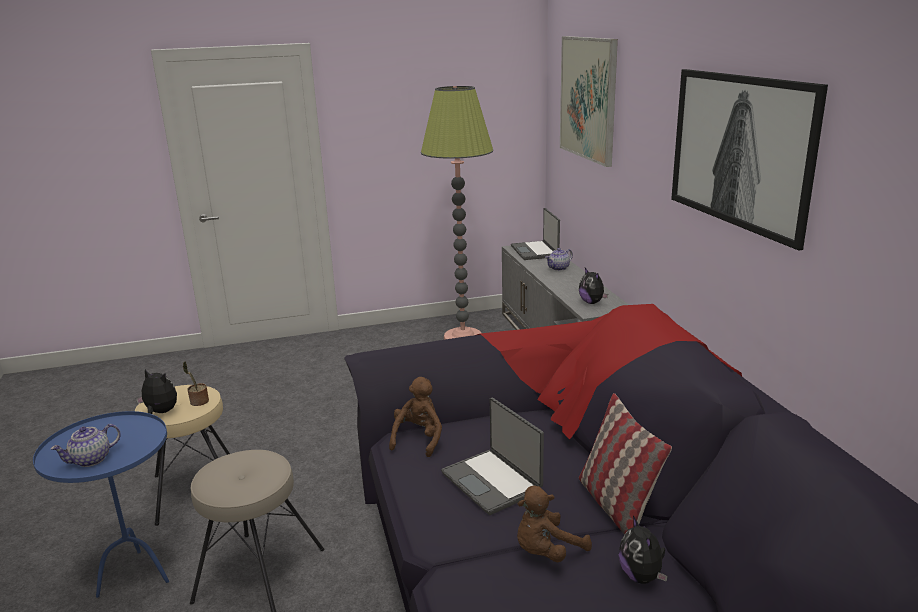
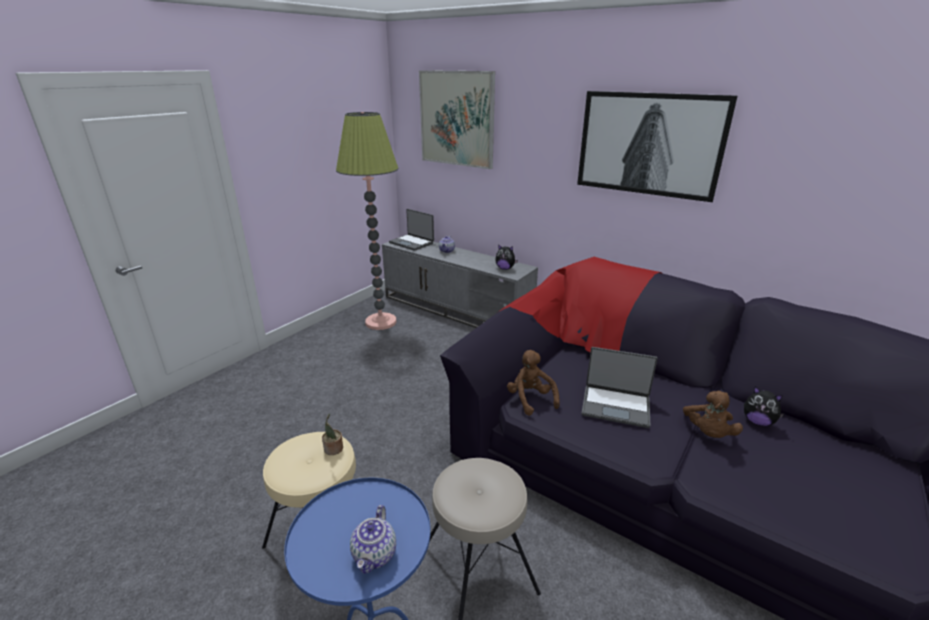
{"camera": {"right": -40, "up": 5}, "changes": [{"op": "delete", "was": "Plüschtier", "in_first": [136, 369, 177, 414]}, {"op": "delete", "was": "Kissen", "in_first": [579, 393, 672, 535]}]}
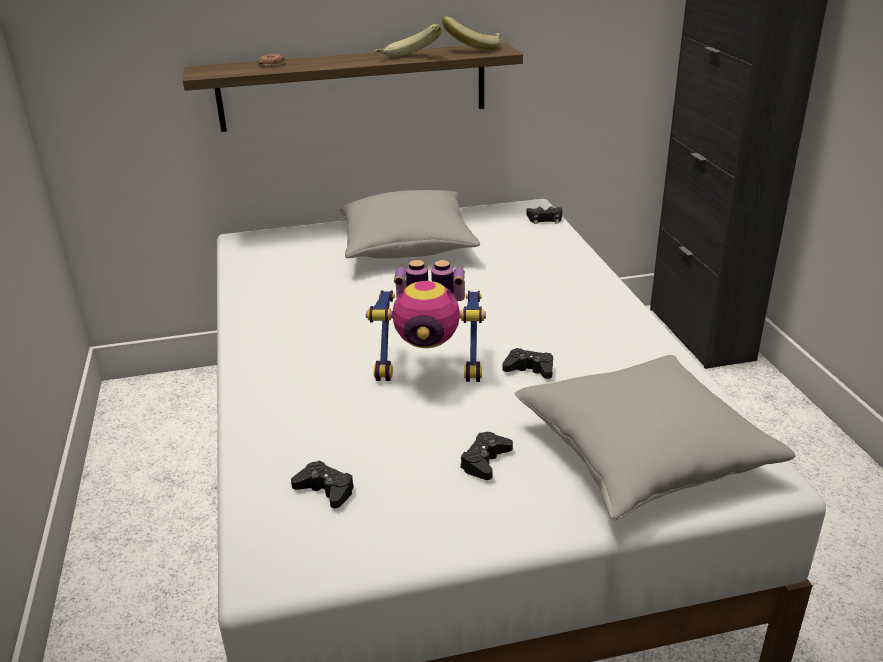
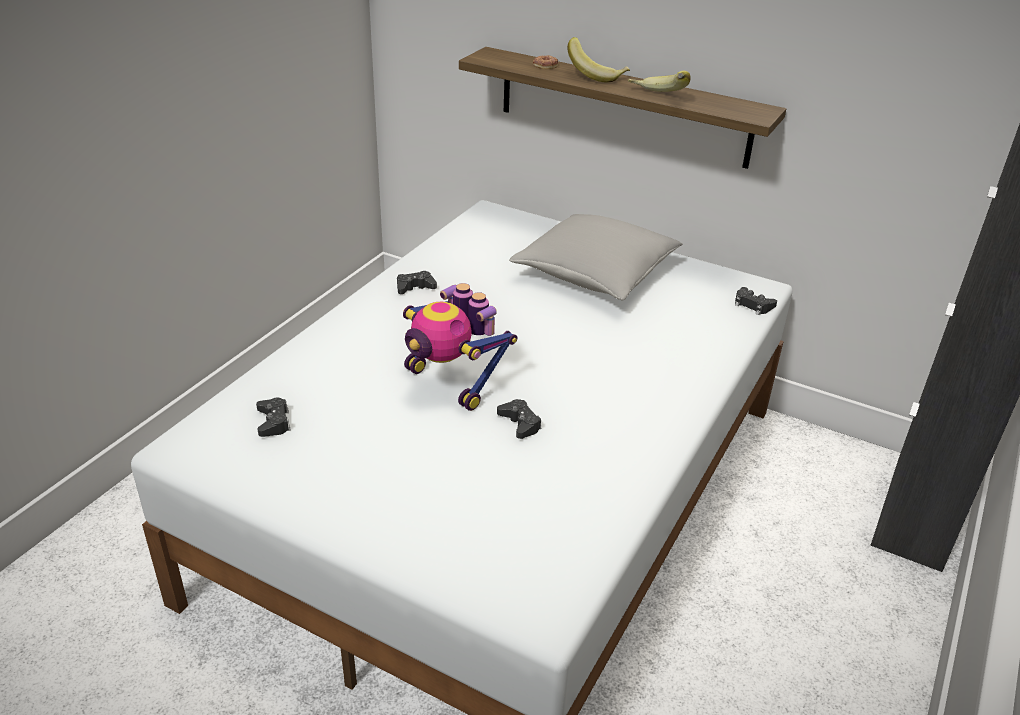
{"camera": {"right": 40, "up": 5}, "changes": [{"op": "delete", "was": "Kissen/grau", "in_first": [514, 355, 796, 520]}, {"op": "move", "was": "Banane", "in_first": [442, 16, 501, 51], "in_second": [567, 37, 630, 83]}, {"op": "move", "was": "Gamepad/schwarz", "in_first": [460, 432, 513, 480], "in_second": [397, 271, 437, 294]}]}
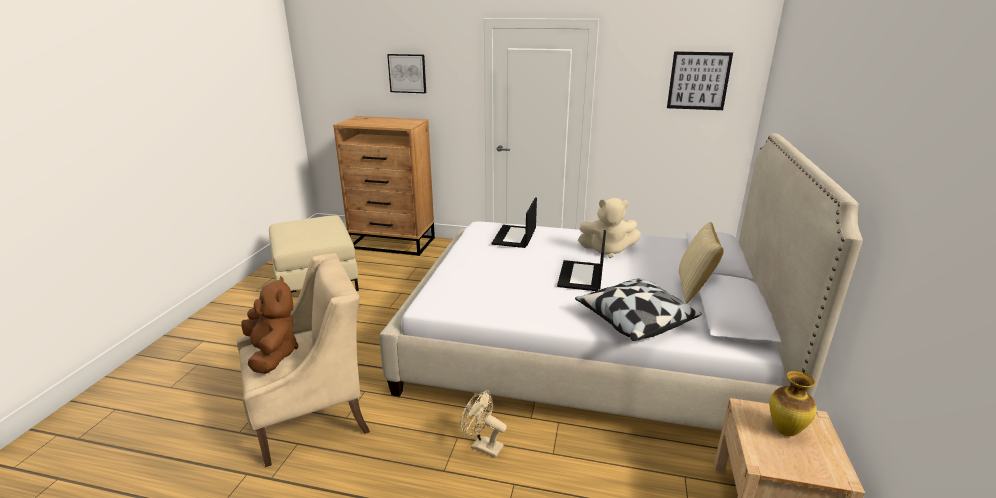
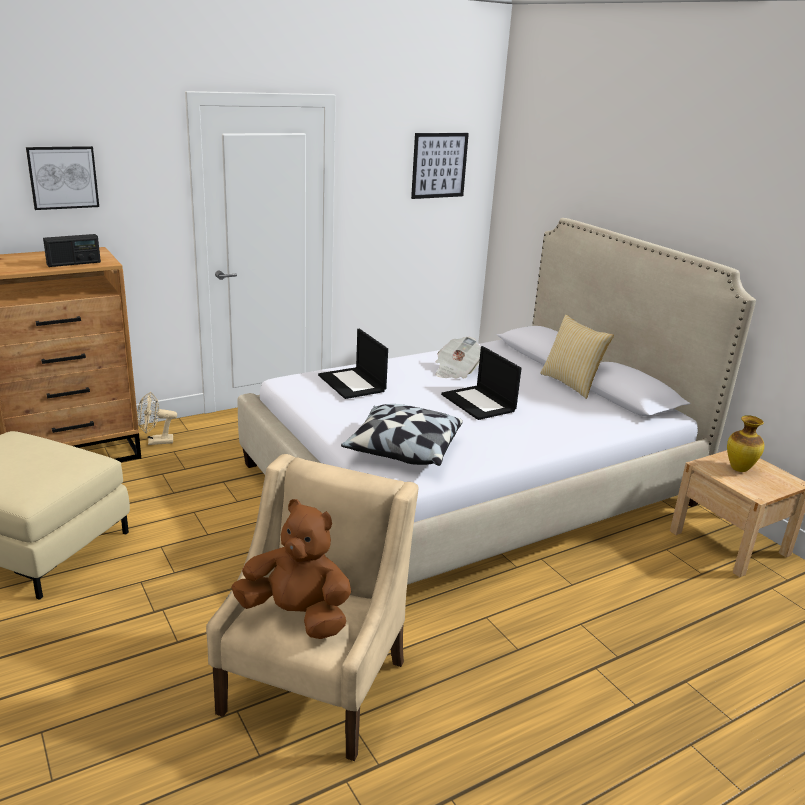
{"camera": {"right": -45, "up": 0}, "changes": [{"op": "insert", "now": "Radio", "in_second": [43, 234, 101, 267]}, {"op": "move", "was": "Ventilator/beige", "in_first": [460, 390, 507, 458], "in_second": [137, 392, 177, 445]}, {"op": "move", "was": "Kissen", "in_first": [575, 279, 702, 341], "in_second": [341, 404, 463, 466]}, {"op": "replace", "was": "Plüschtier/beige", "now": "Zeitung", "in_first": [578, 198, 641, 258], "in_second": [436, 337, 481, 379]}]}
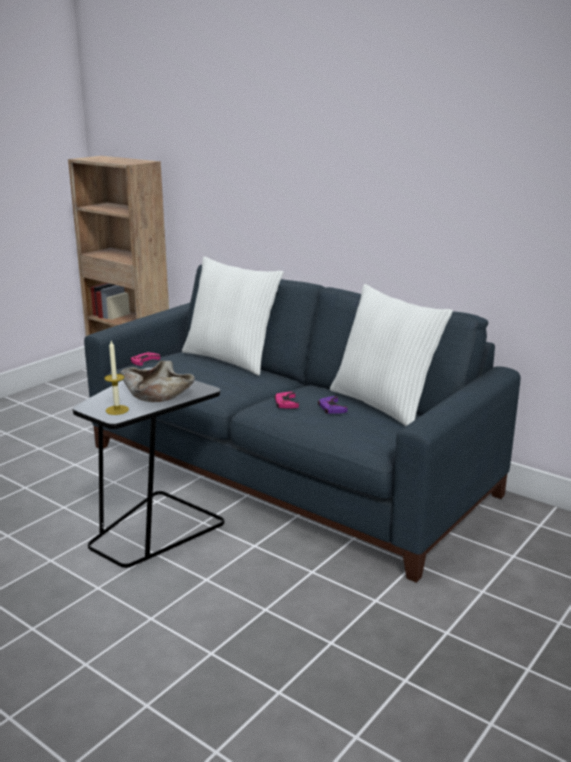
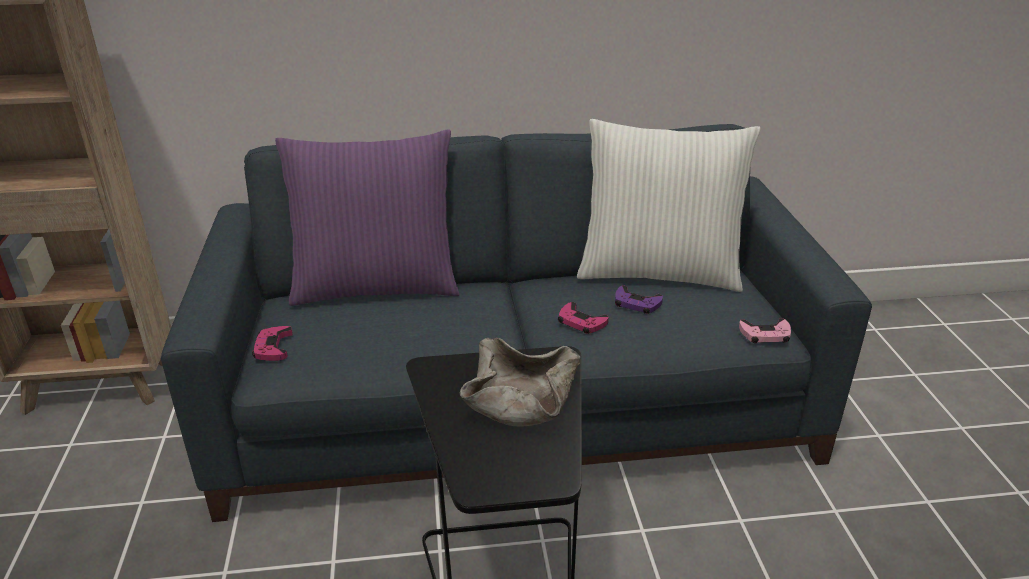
{"camera": {"right": -45, "up": 10}, "changes": [{"op": "delete", "was": "Kerze", "in_first": [104, 341, 129, 415]}, {"op": "insert", "now": "Gamepad/rosa", "in_second": [739, 318, 791, 343]}, {"op": "recolor", "was": "Kissen/weiß", "now": "Kissen/lila", "in_first": [182, 257, 283, 375], "in_second": [275, 129, 460, 306]}]}
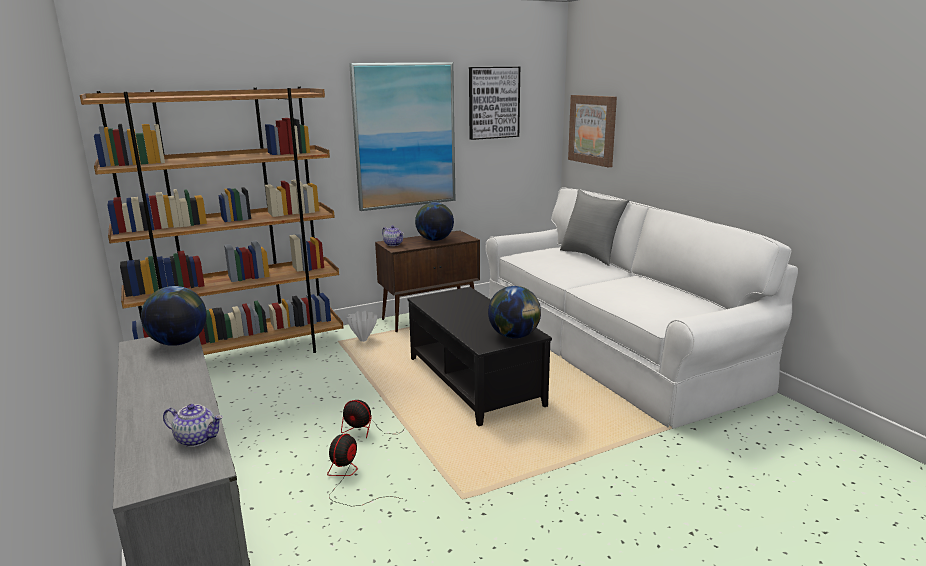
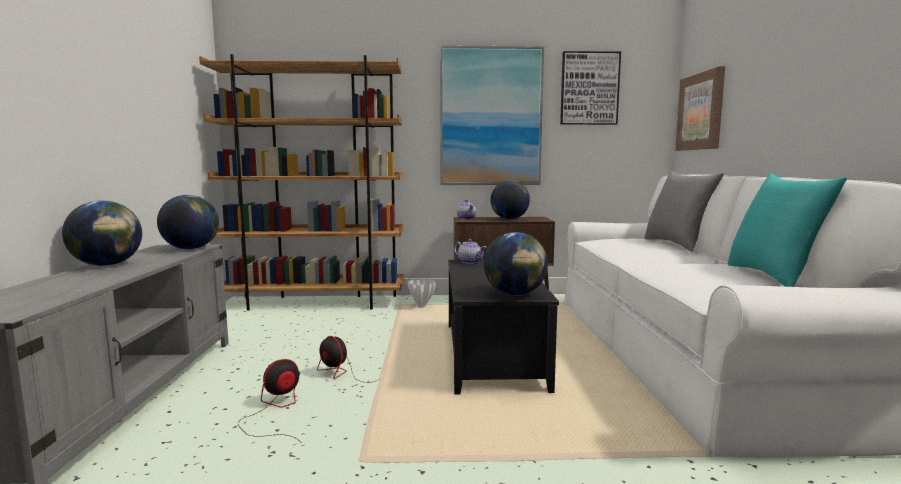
{"camera": {"right": 25, "up": -10}, "changes": [{"op": "insert", "now": "Globus", "in_second": [62, 201, 142, 266]}, {"op": "insert", "now": "Kissen/türkis", "in_second": [728, 174, 847, 287]}, {"op": "move", "was": "Teekanne", "in_first": [163, 404, 223, 447], "in_second": [454, 239, 487, 264]}]}
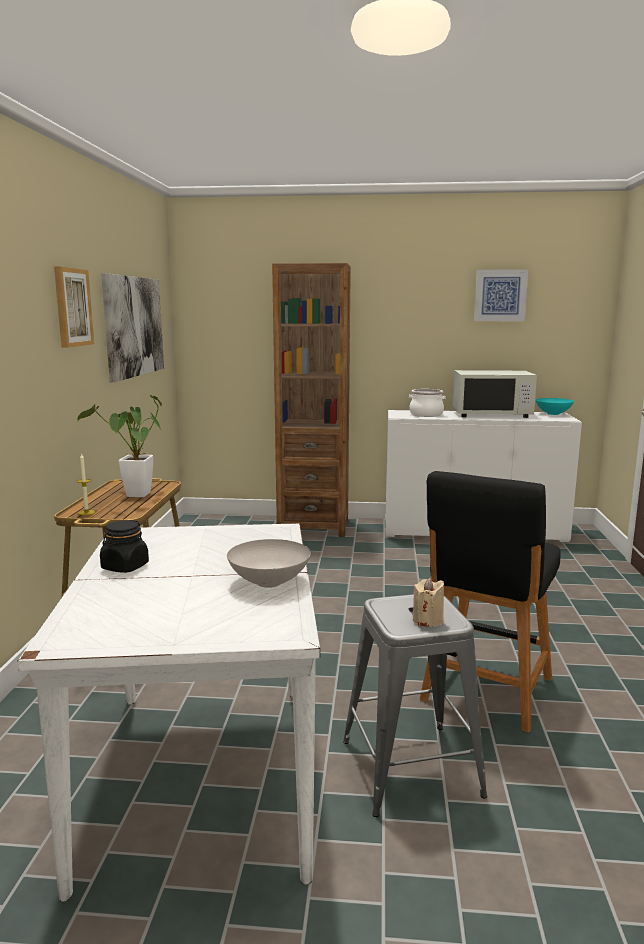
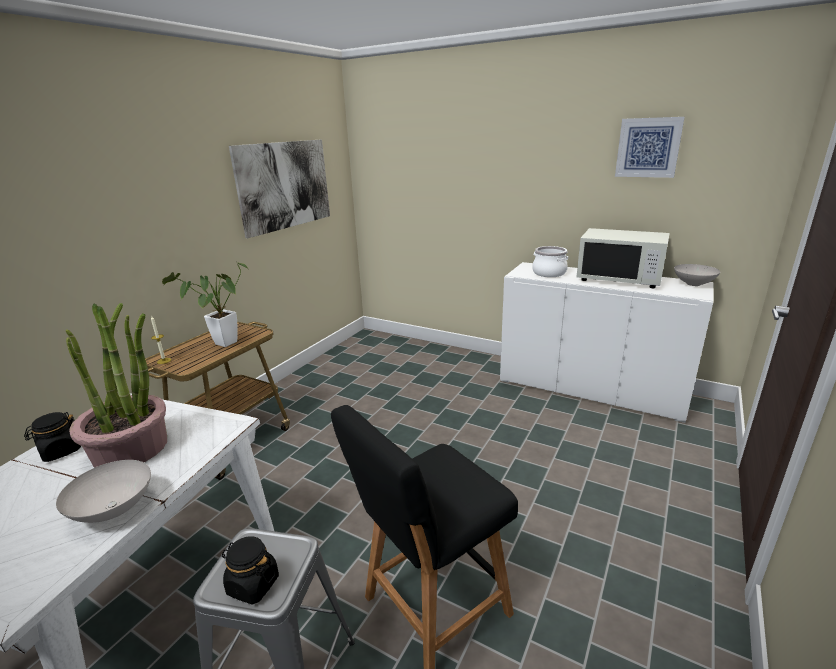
{"camera": {"right": 25, "up": 10}, "changes": [{"op": "delete", "was": "Bild", "in_first": [54, 267, 94, 348]}, {"op": "delete", "was": "Bücherregal/braun", "in_first": [272, 263, 351, 537]}, {"op": "insert", "now": "Topfpflanze", "in_second": [66, 303, 167, 467]}, {"op": "replace", "was": "Kerze/beige", "now": "Vorratsglas/schwarz", "in_first": [413, 578, 444, 627], "in_second": [222, 536, 279, 605]}, {"op": "recolor", "was": "Schüssel/türkis", "now": "Schüssel/weiß", "in_first": [535, 398, 574, 415], "in_second": [674, 264, 720, 286]}]}
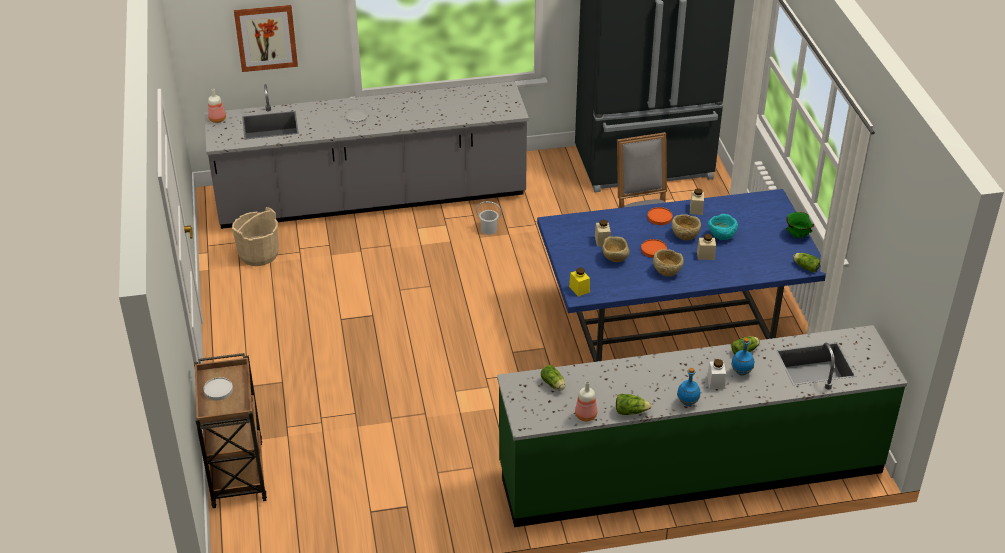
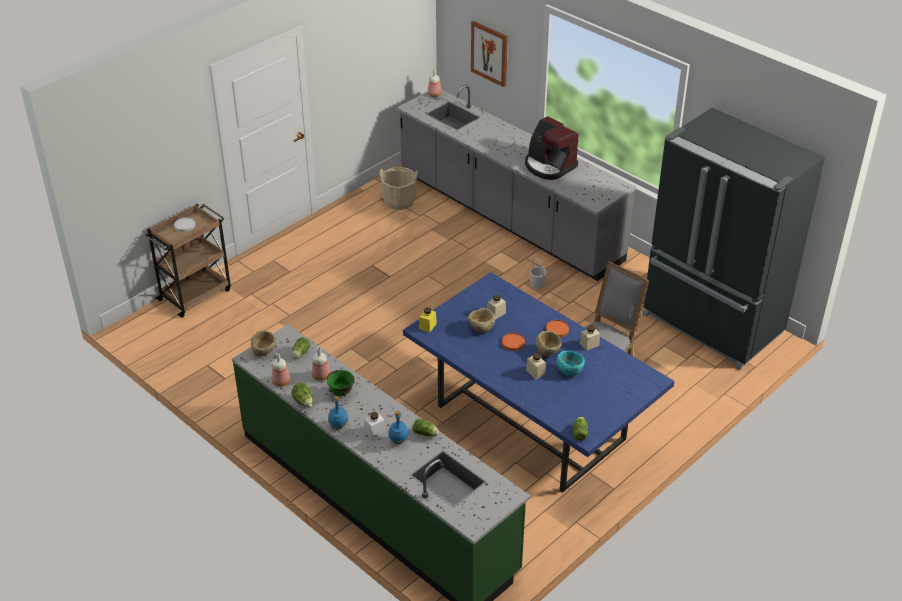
{"camera": {"right": 55, "up": 0}, "changes": [{"op": "insert", "now": "Flasche", "in_second": [312, 347, 330, 381]}, {"op": "insert", "now": "Kaffeemaschine", "in_second": [525, 116, 579, 180]}, {"op": "move", "was": "Schüssel/beige", "in_first": [653, 249, 684, 277], "in_second": [251, 331, 276, 356]}, {"op": "move", "was": "Schüssel/grün", "in_first": [786, 212, 814, 238], "in_second": [327, 370, 354, 396]}]}
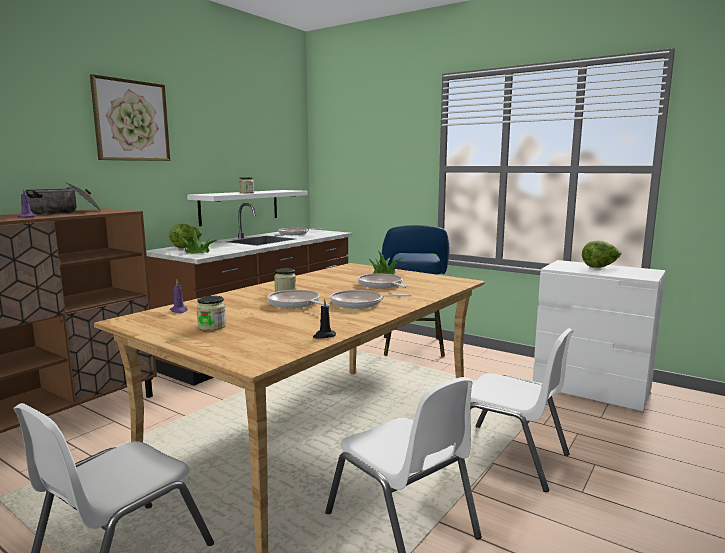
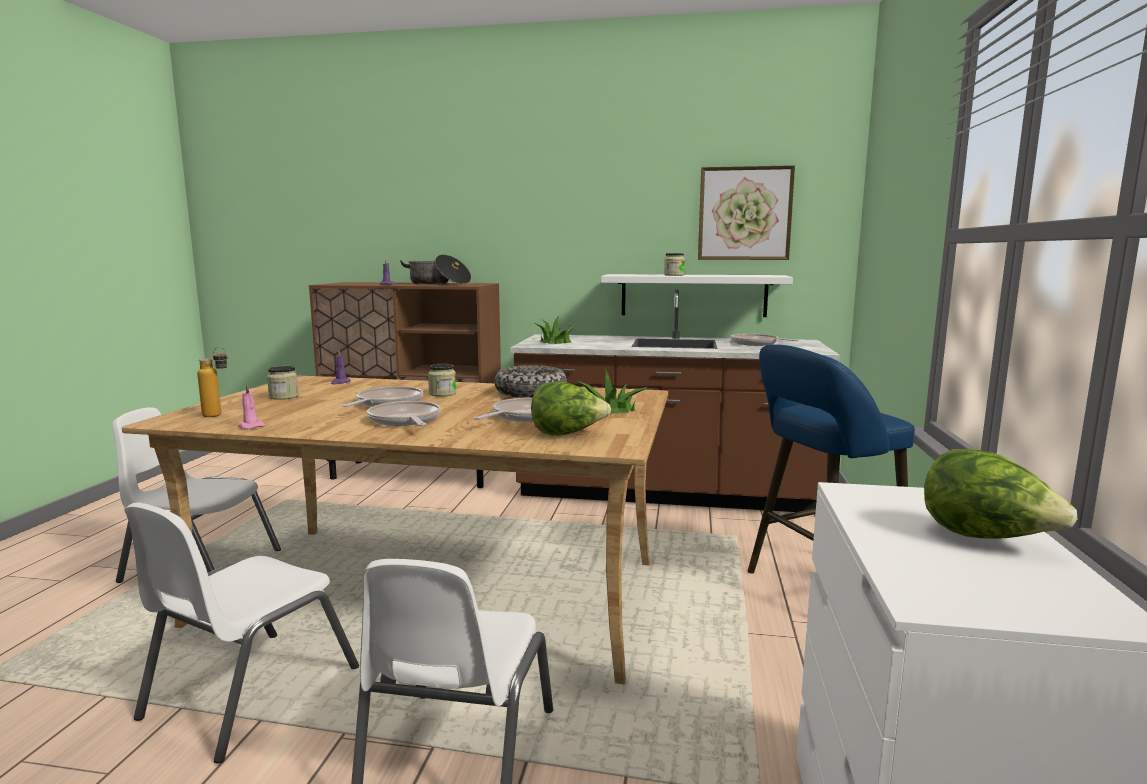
{"camera": {"right": 65, "up": 0}, "changes": [{"op": "insert", "now": "Flasche", "in_second": [197, 347, 228, 417]}, {"op": "insert", "now": "Schüssel", "in_second": [494, 365, 567, 398]}, {"op": "move", "was": "Bild", "in_first": [90, 74, 170, 161], "in_second": [698, 165, 795, 260]}, {"op": "move", "was": "Salatkopf", "in_first": [169, 223, 202, 248], "in_second": [531, 382, 611, 436]}, {"op": "recolor", "was": "Kerze/schwarz", "now": "Kerze/rosa", "in_first": [313, 299, 336, 339], "in_second": [238, 384, 265, 429]}]}
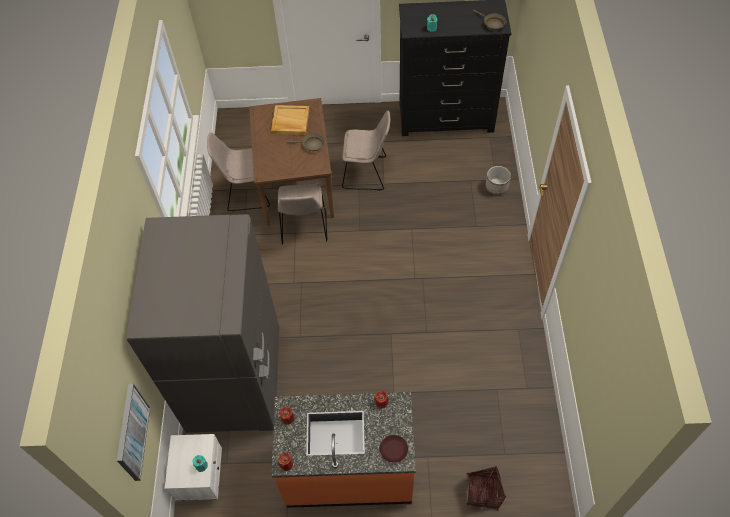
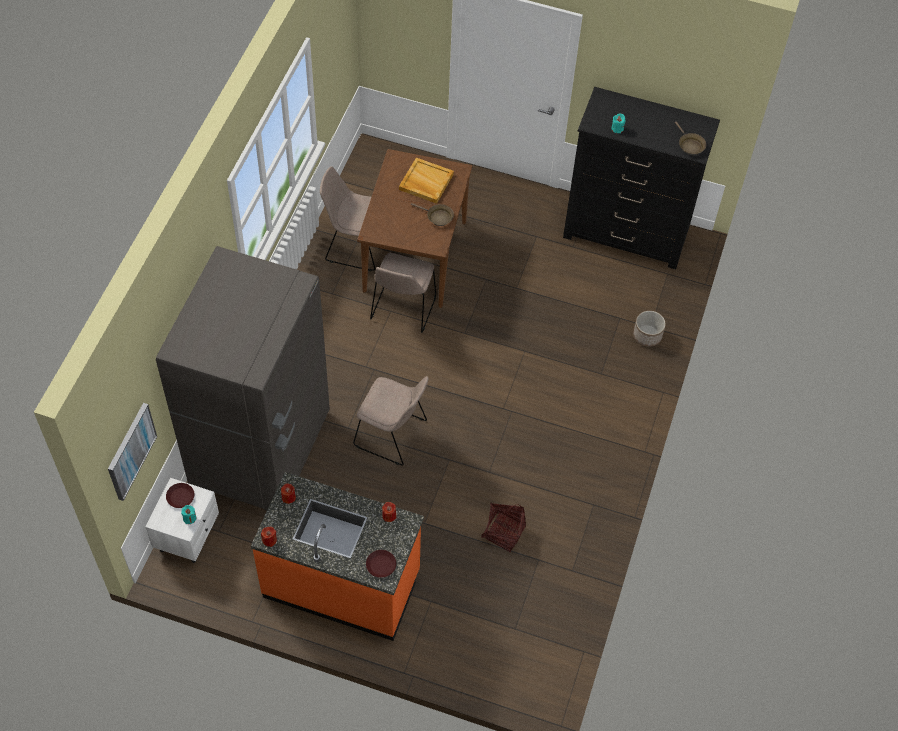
{"camera": {"right": 15, "up": 0}, "changes": [{"op": "insert", "now": "Teller/braun", "in_second": [166, 483, 194, 508]}, {"op": "move", "was": "Stuhl/beige", "in_first": [342, 111, 390, 191], "in_second": [353, 376, 429, 465]}, {"op": "move", "was": "Korb", "in_first": [466, 466, 506, 510], "in_second": [481, 502, 526, 553]}]}
